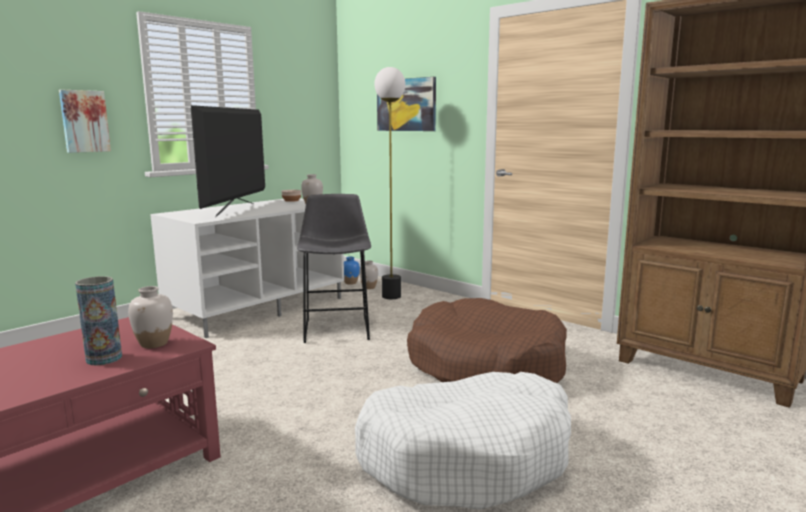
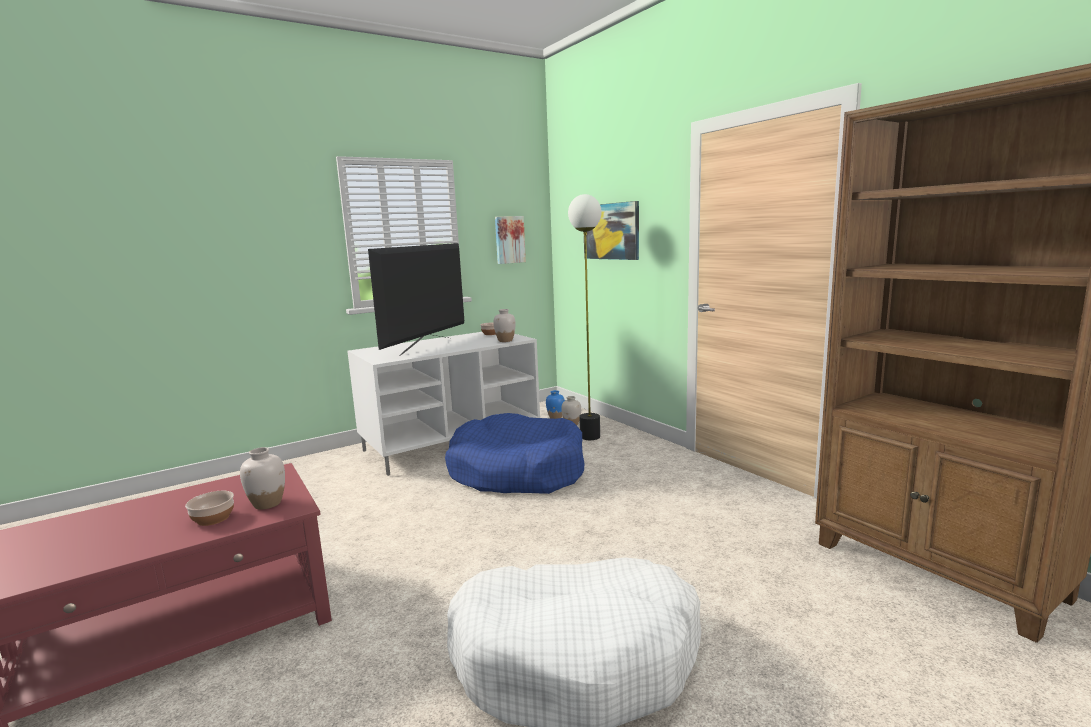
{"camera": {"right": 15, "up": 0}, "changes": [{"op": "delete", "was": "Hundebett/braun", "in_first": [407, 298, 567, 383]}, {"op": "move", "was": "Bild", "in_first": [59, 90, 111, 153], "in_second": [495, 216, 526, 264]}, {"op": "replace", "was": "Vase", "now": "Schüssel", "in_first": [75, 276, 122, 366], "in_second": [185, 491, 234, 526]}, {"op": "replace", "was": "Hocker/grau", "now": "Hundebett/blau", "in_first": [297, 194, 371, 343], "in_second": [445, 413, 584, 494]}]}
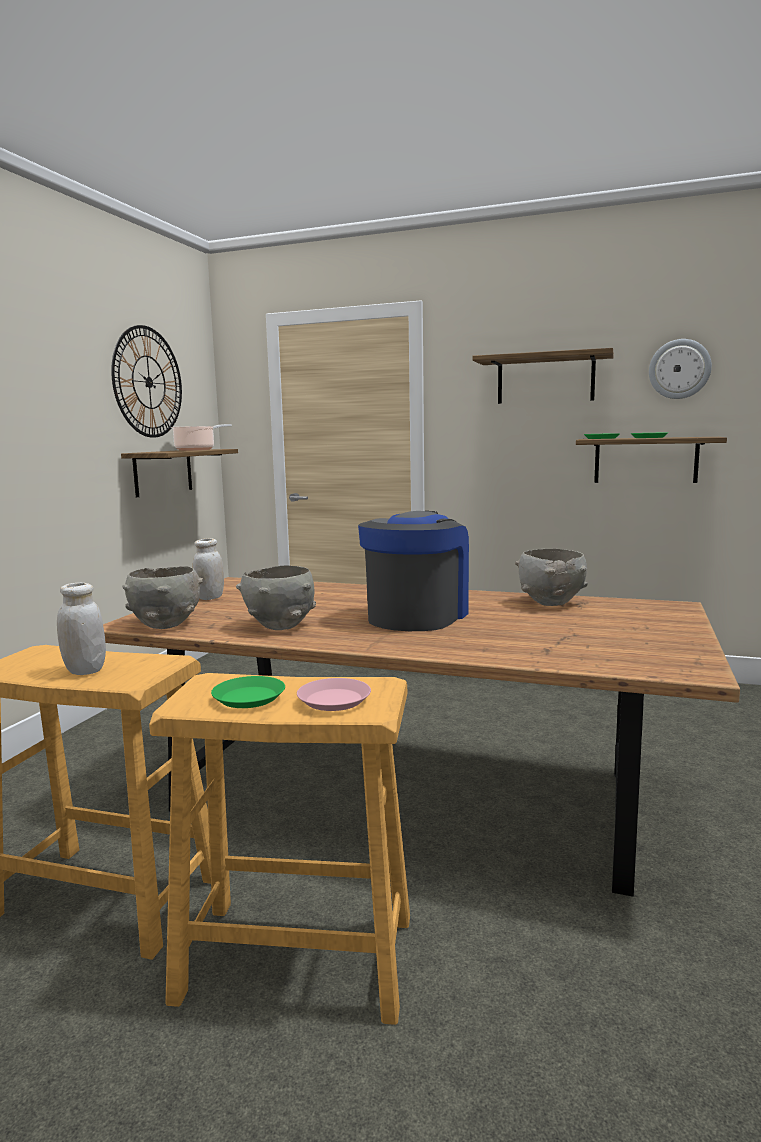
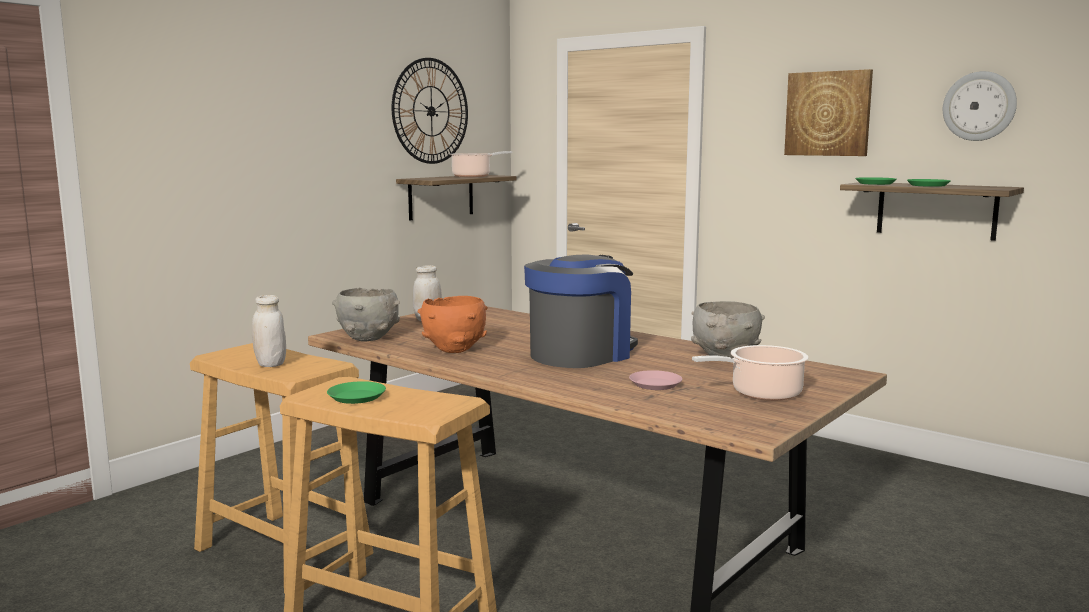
{"camera": {"right": 20, "up": 0}, "changes": [{"op": "insert", "now": "Kochtopf", "in_second": [692, 345, 809, 401]}, {"op": "move", "was": "Teller/rosa", "in_first": [297, 678, 371, 711], "in_second": [629, 370, 682, 390]}, {"op": "replace", "was": "Wandregal", "now": "Bild", "in_first": [472, 348, 614, 404], "in_second": [784, 69, 873, 156]}, {"op": "recolor", "was": "Schüssel/grau", "now": "Schüssel/orange", "in_first": [236, 566, 316, 630], "in_second": [418, 296, 488, 353]}]}
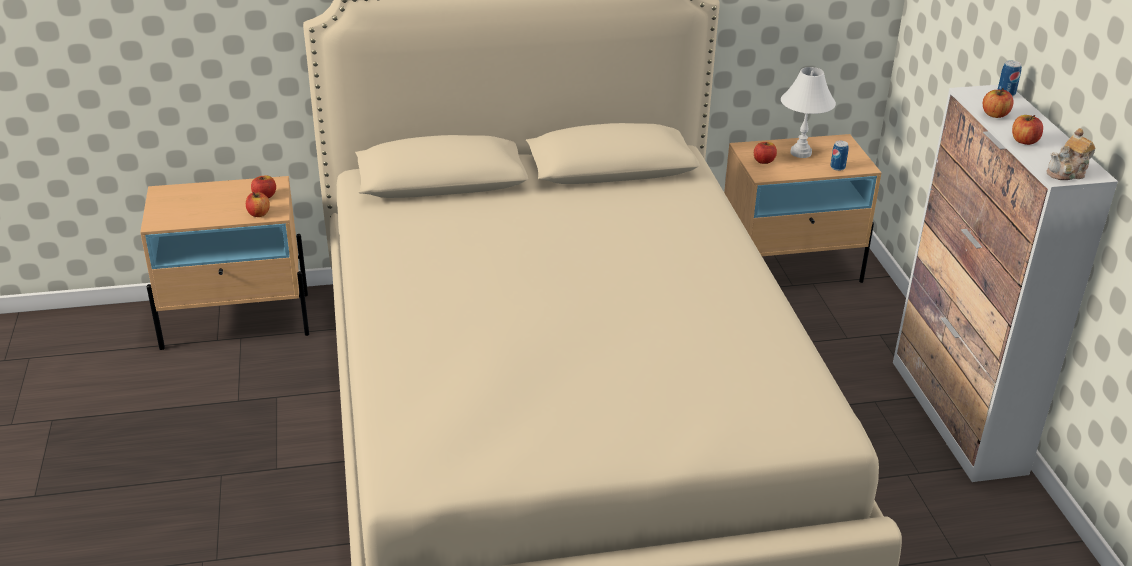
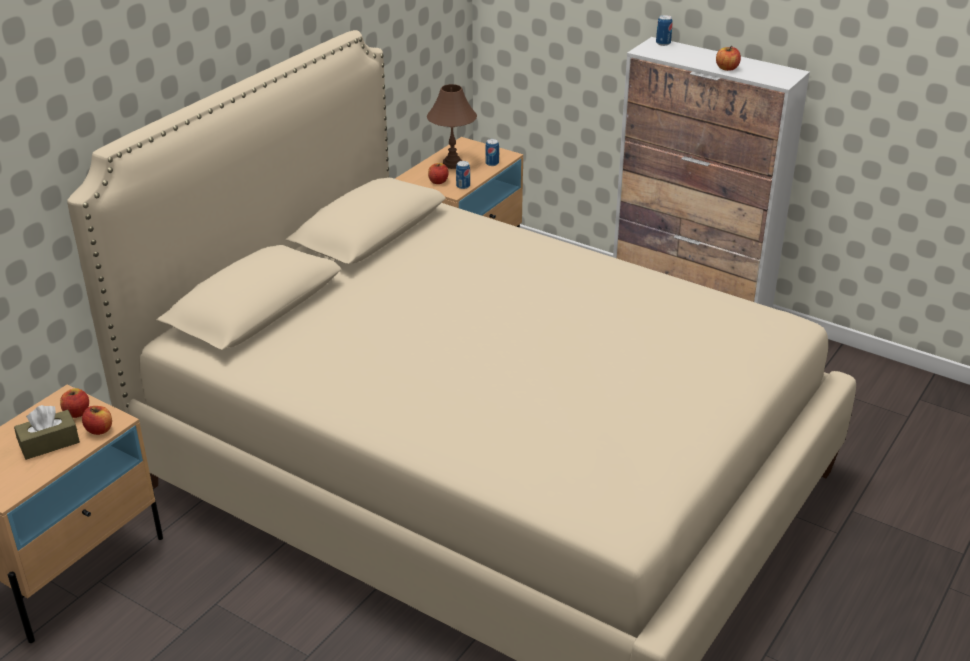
{"camera": {"right": -45, "up": 0}, "changes": [{"op": "delete", "was": "Apfel", "in_first": [983, 88, 1014, 118]}, {"op": "delete", "was": "Teekanne", "in_first": [1047, 128, 1096, 180]}, {"op": "insert", "now": "Taschentuchbox/braun", "in_second": [14, 405, 80, 460]}, {"op": "insert", "now": "Dose", "in_second": [456, 161, 470, 189]}, {"op": "recolor", "was": "Tischlampe/weiß", "now": "Tischlampe/braun", "in_first": [781, 67, 836, 158], "in_second": [427, 84, 477, 169]}]}
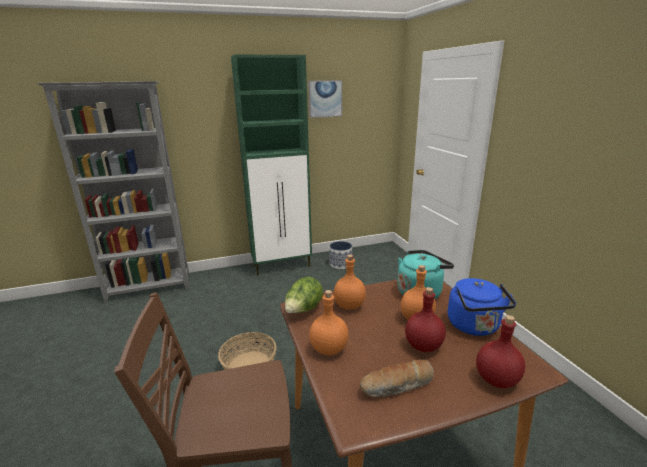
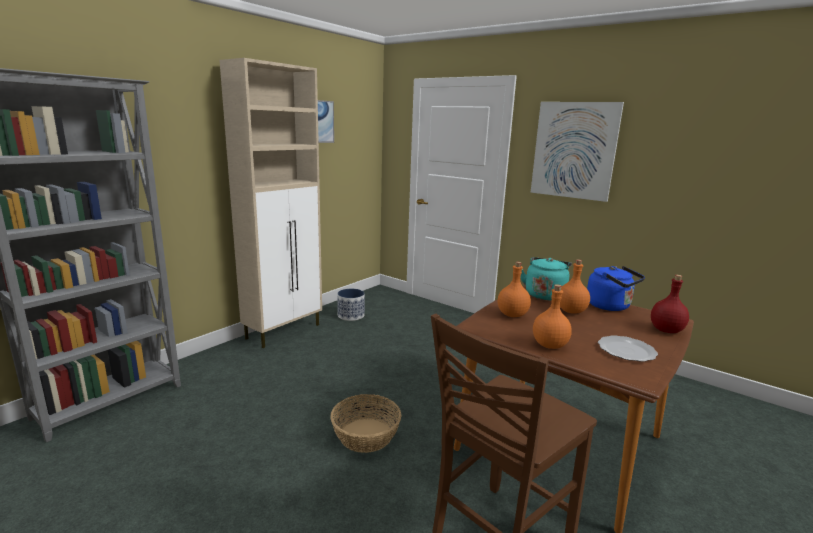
{"camera": {"right": -35, "up": -5}, "changes": [{"op": "delete", "was": "Salatkopf", "in_first": [285, 277, 323, 313]}, {"op": "delete", "was": "Flasche/rot", "in_first": [405, 287, 446, 352]}, {"op": "insert", "now": "Bild", "in_second": [531, 102, 624, 202]}, {"op": "replace", "was": "Brot", "now": "Teller", "in_first": [360, 360, 434, 397], "in_second": [598, 335, 658, 362]}, {"op": "recolor", "was": "Schrank/grün", "now": "Schrank/beige", "in_first": [231, 55, 312, 275], "in_second": [219, 58, 322, 348]}]}
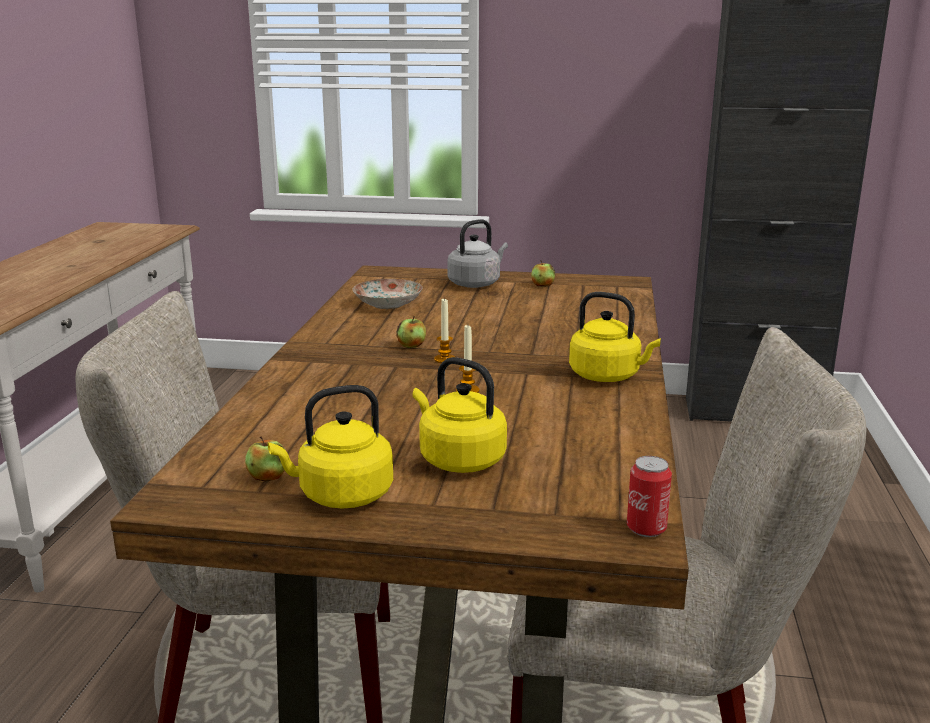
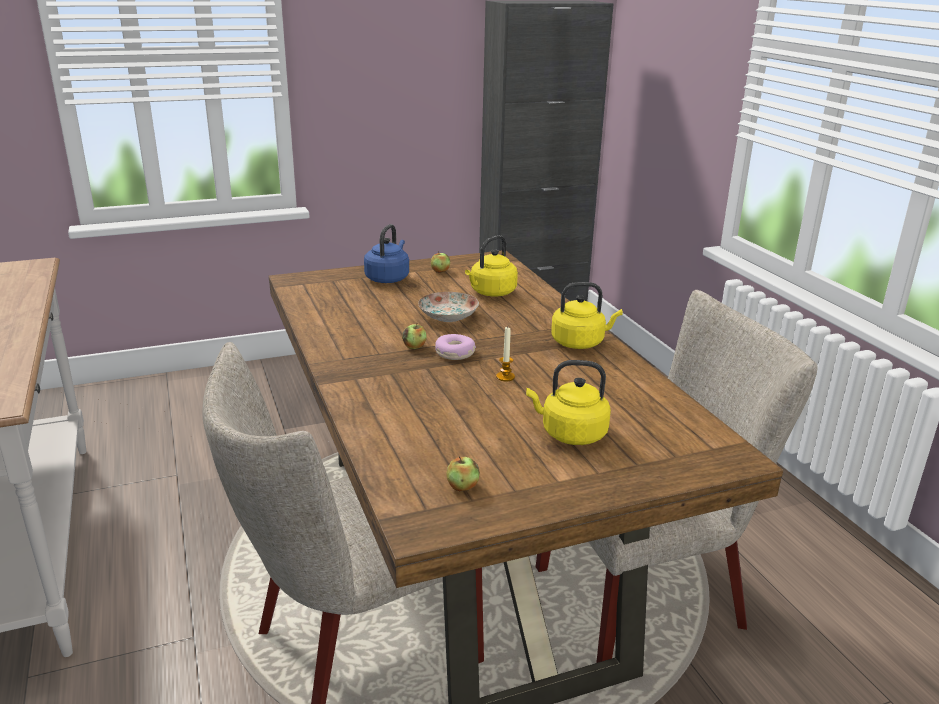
{"camera": {"right": -30, "up": 5}, "changes": [{"op": "delete", "was": "Dose", "in_first": [627, 456, 672, 537]}, {"op": "move", "was": "Wasserkessel/gelb", "in_first": [268, 385, 393, 509], "in_second": [465, 235, 518, 296]}, {"op": "move", "was": "Teller", "in_first": [353, 279, 423, 309], "in_second": [418, 292, 479, 322]}, {"op": "replace", "was": "Kerze", "now": "Donut", "in_first": [434, 297, 455, 363], "in_second": [435, 334, 476, 360]}, {"op": "recolor", "was": "Wasserkessel/grau", "now": "Wasserkessel/blau", "in_first": [447, 219, 508, 288], "in_second": [364, 224, 409, 283]}]}
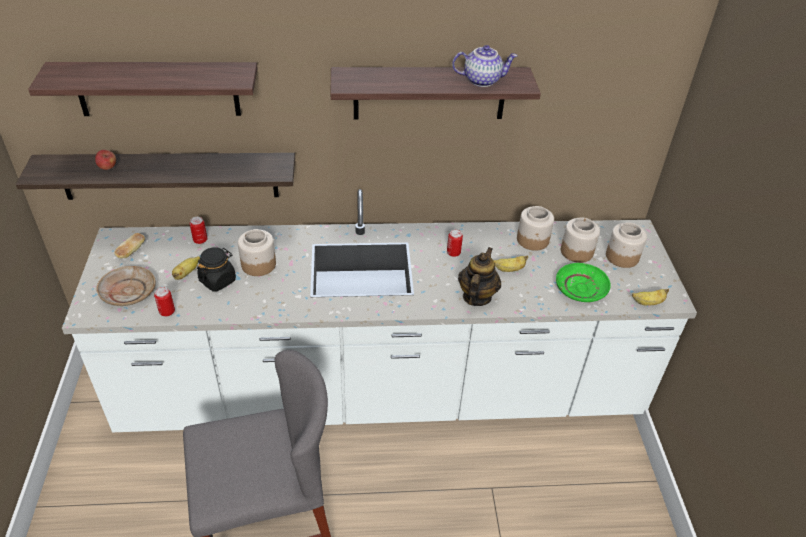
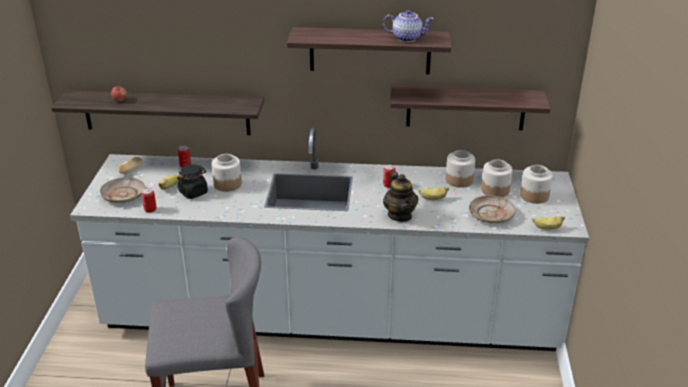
{"camera": {"right": 10, "up": -10}, "changes": [{"op": "move", "was": "Wandregal", "in_first": [28, 62, 257, 116], "in_second": [390, 86, 551, 130]}, {"op": "recolor", "was": "Teller/grün", "now": "Teller/beige", "in_first": [556, 263, 611, 302], "in_second": [469, 195, 516, 224]}, {"op": "rotate", "was": "Teekanne", "in_first": [458, 247, 501, 306], "in_second": [383, 172, 418, 222], "clockwise": 135}]}
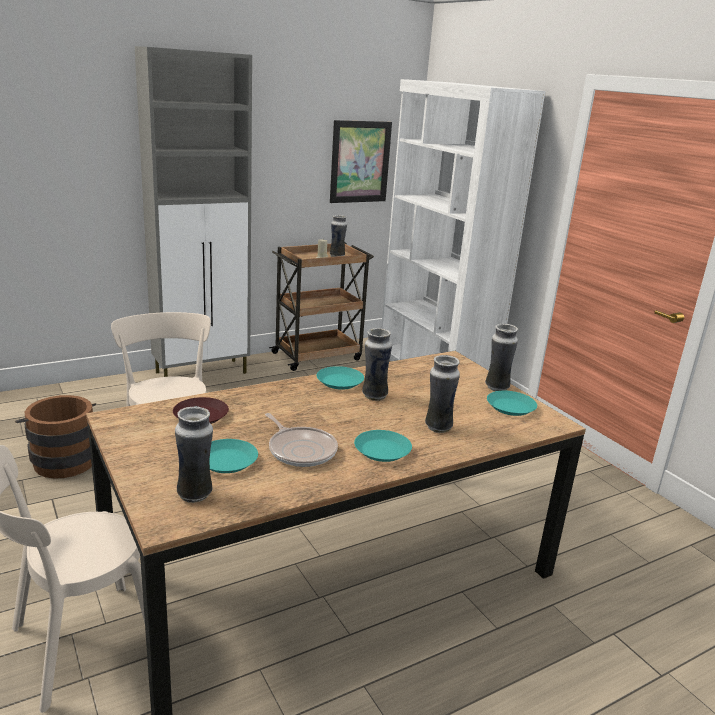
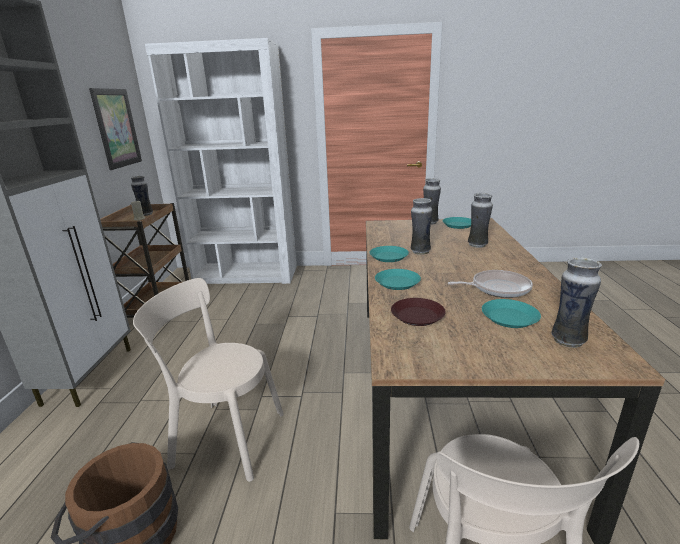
{"camera": {"right": -55, "up": 0}, "changes": [{"op": "move", "was": "Teller/türkis", "in_first": [354, 430, 412, 462], "in_second": [375, 269, 421, 290]}]}
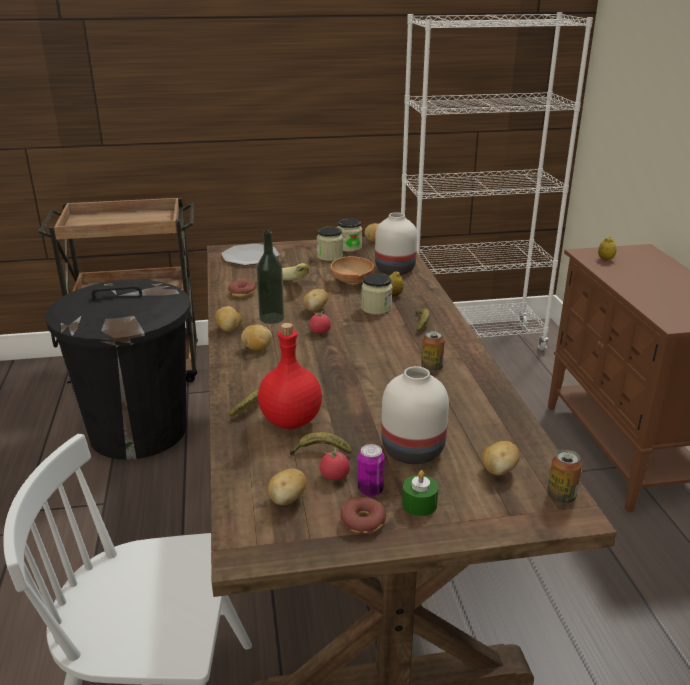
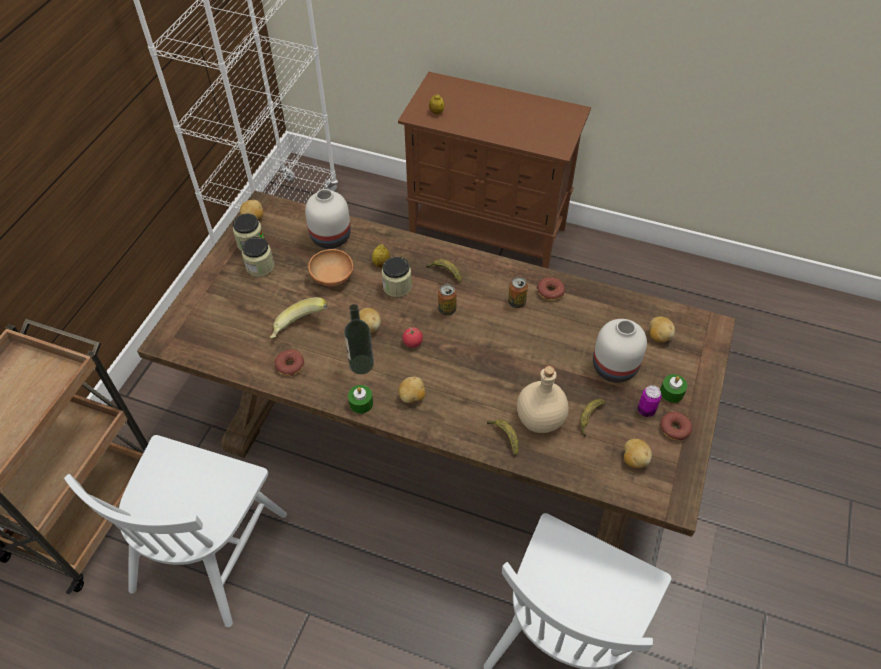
{"camera": {"right": -60, "up": 25}, "changes": [{"op": "delete", "was": "Teller", "in_first": [221, 244, 279, 266]}, {"op": "delete", "was": "Tomate", "in_first": [320, 448, 350, 481]}, {"op": "insert", "now": "Donut", "in_second": [537, 277, 565, 300]}, {"op": "move", "was": "Dose", "in_first": [547, 449, 582, 503], "in_second": [438, 284, 457, 316]}, {"op": "replace", "was": "Mülleimer/schwarz", "now": "Stuhl/weiß", "in_first": [45, 279, 191, 460], "in_second": [64, 435, 287, 627]}, {"op": "replace", "was": "Kartoffel", "now": "Kerze/grün", "in_first": [215, 306, 242, 332], "in_second": [348, 385, 373, 414]}, {"op": "recolor", "was": "Flasche/rot", "now": "Flasche/beige", "in_first": [258, 323, 322, 429], "in_second": [517, 366, 569, 433]}]}
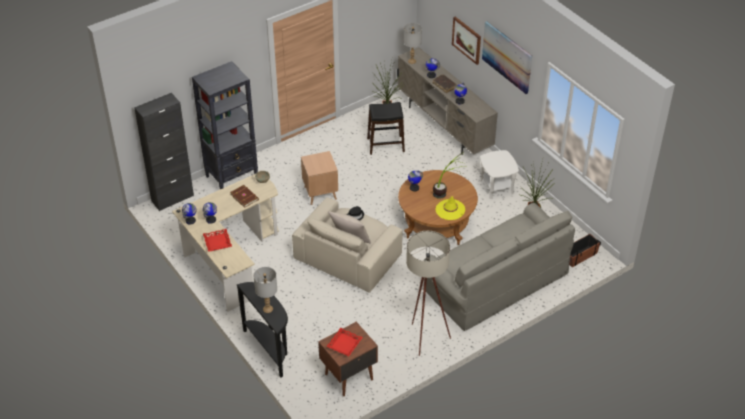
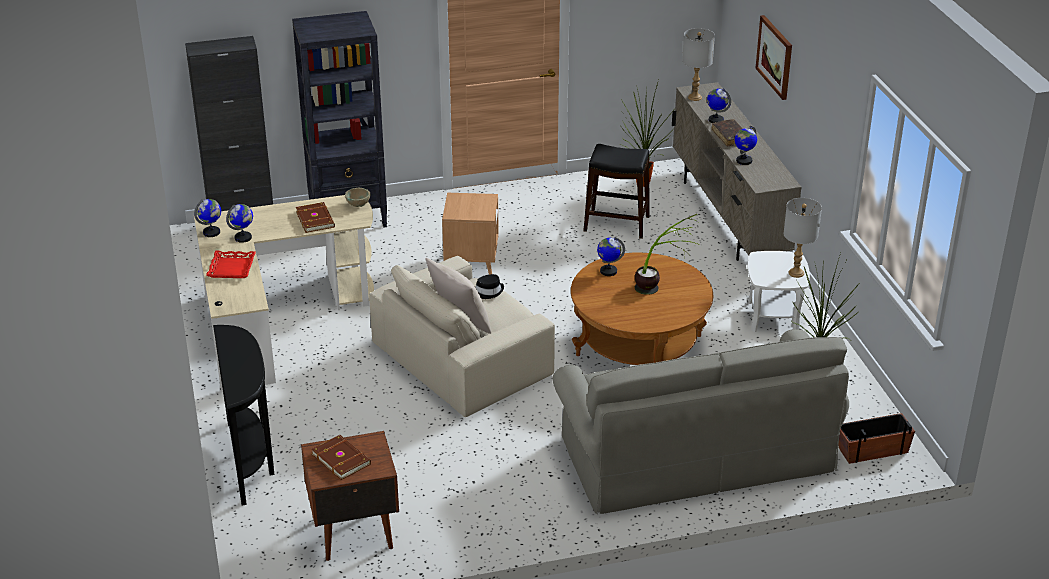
{"camera": {"right": 20, "up": -10}, "changes": [{"op": "delete", "was": "Stehlampe/beige", "in_first": [406, 231, 451, 356]}, {"op": "delete", "was": "Hut/gelb", "in_first": [436, 196, 465, 220]}, {"op": "delete", "was": "Bild", "in_first": [482, 21, 532, 94]}, {"op": "move", "was": "Tischlampe/grau", "in_first": [253, 267, 277, 313], "in_second": [783, 198, 822, 278]}, {"op": "replace", "was": "Tablett/rot", "now": "Buch/braun", "in_first": [326, 328, 363, 356], "in_second": [311, 435, 371, 480]}]}
